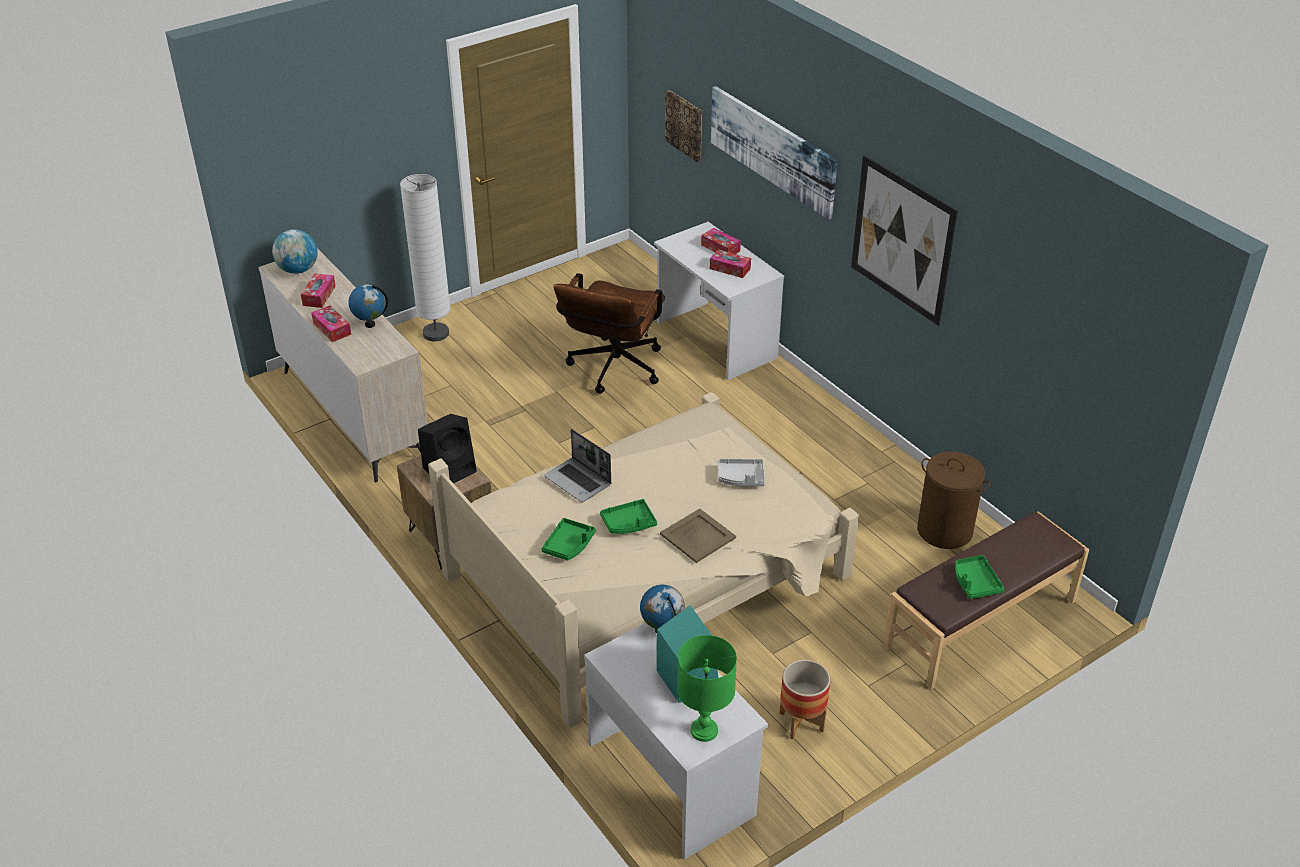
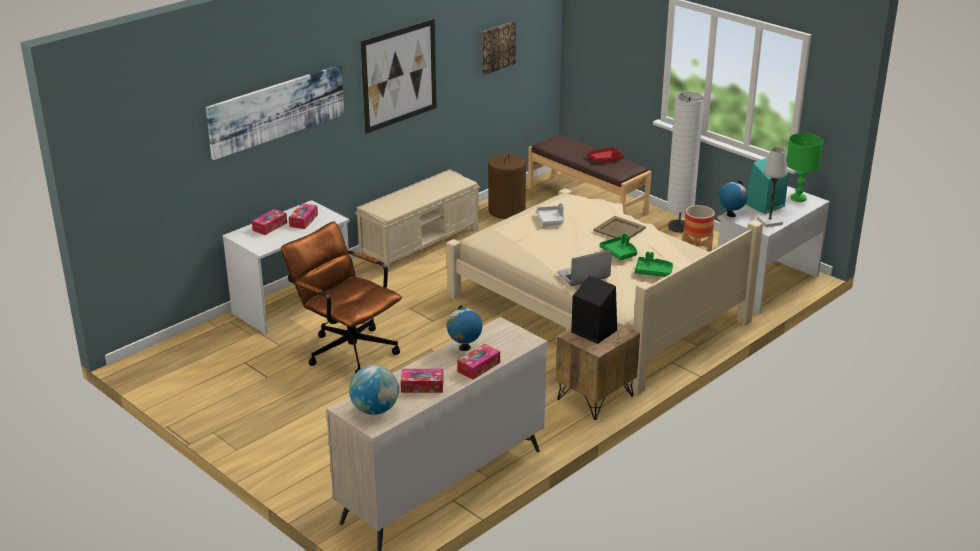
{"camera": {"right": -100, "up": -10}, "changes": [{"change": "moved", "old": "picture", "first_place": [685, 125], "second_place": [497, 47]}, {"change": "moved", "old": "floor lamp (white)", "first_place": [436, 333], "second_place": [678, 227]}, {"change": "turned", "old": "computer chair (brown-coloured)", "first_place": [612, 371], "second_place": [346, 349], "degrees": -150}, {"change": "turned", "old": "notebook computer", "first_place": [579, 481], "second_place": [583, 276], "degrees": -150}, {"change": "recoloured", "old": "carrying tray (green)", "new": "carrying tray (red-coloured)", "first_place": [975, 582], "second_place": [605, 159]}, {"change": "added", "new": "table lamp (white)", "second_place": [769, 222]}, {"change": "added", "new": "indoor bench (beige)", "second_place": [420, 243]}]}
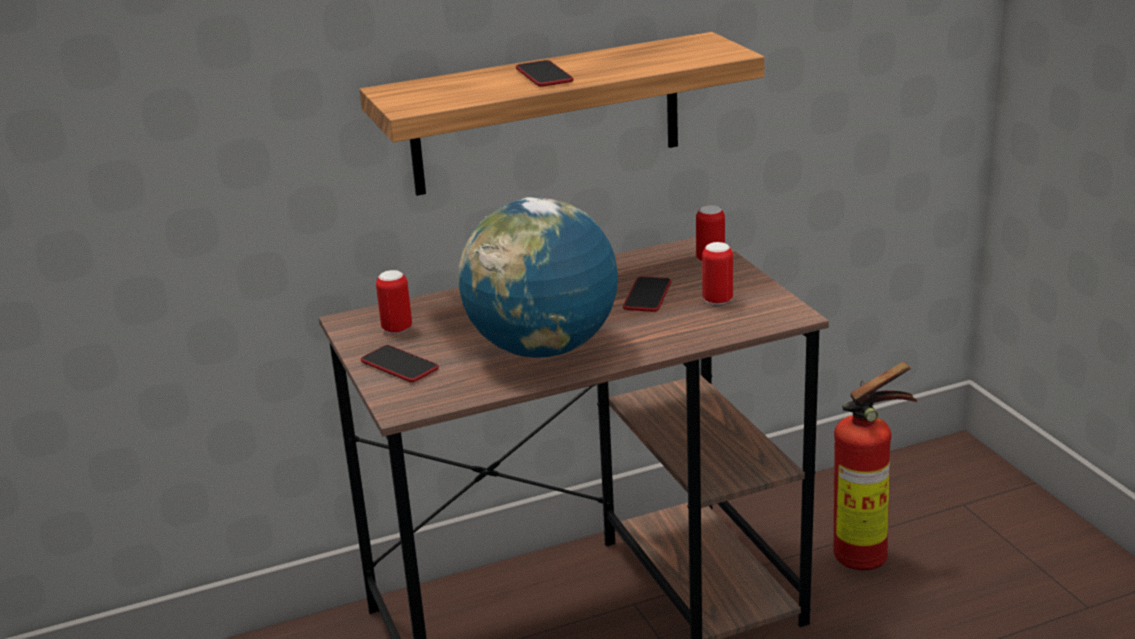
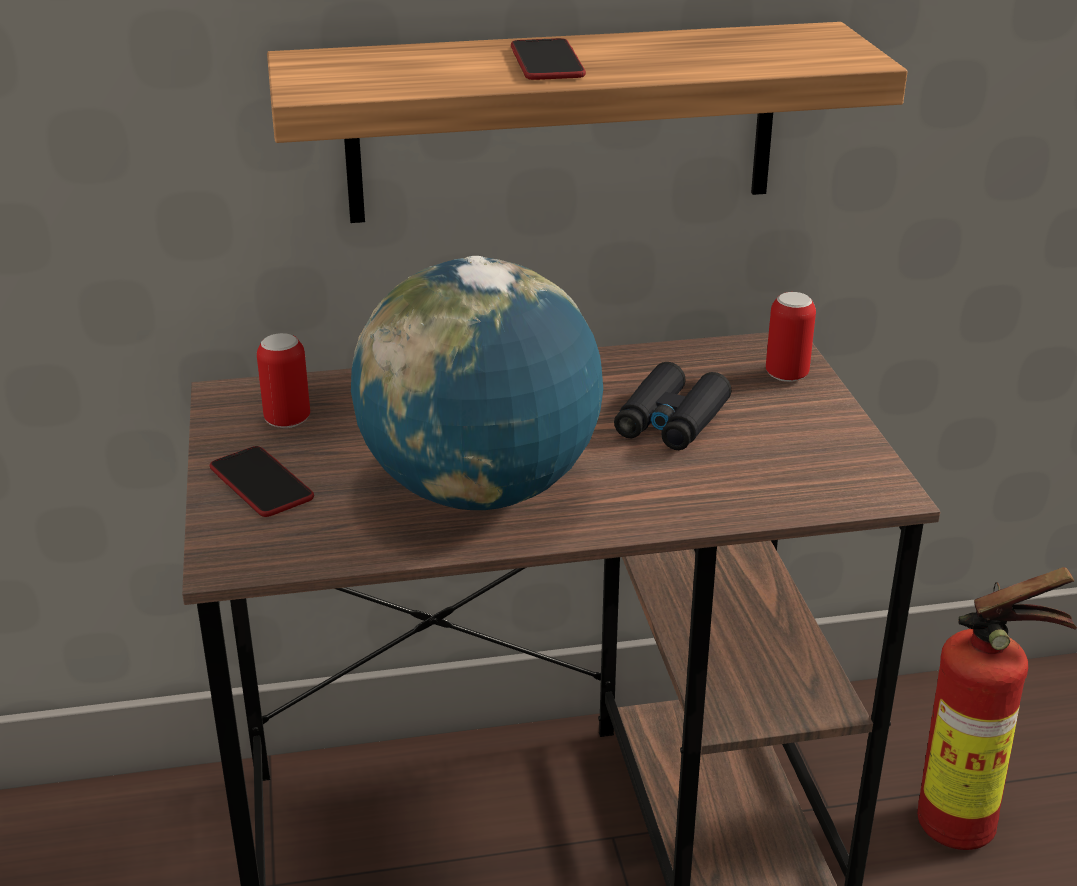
{"camera": {"right": 10, "up": 5}, "changes": [{"change": "removed", "old": "sealed can", "first_place": [717, 300]}, {"change": "replaced", "old": "phone", "new": "binoculars (black-coloured)", "first_place": [647, 296], "second_place": [671, 421]}]}
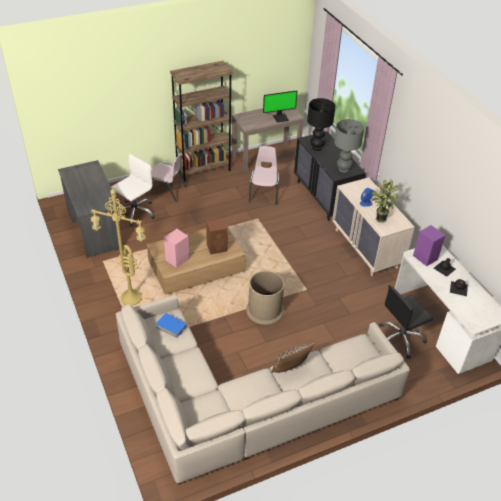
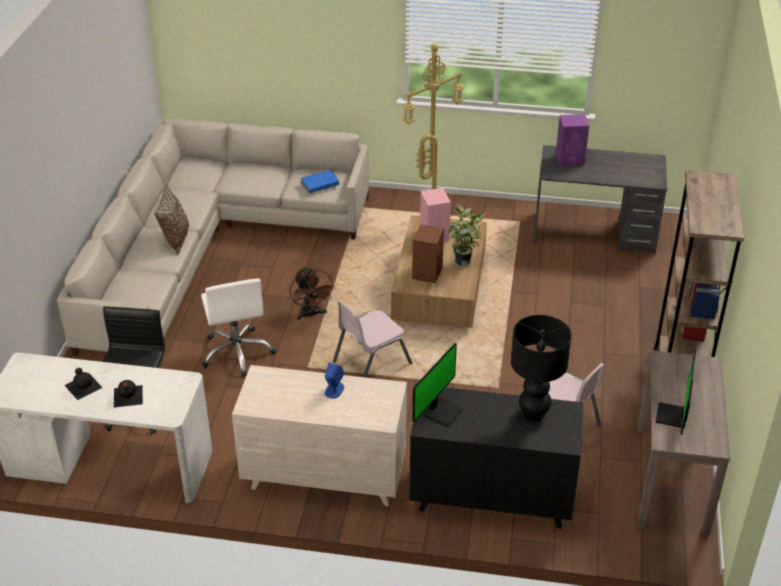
{"camera": {"right": 125, "up": -5}, "changes": [{"change": "replaced", "old": "table lamp (greyish)", "new": "computer screen", "first_place": [343, 169], "second_place": [441, 411]}, {"change": "moved", "old": "chair (pinkish)", "first_place": [166, 190], "second_place": [371, 362]}, {"change": "moved", "old": "computer chair (white)", "first_place": [135, 212], "second_place": [237, 352]}, {"change": "moved", "old": "houseplant", "first_place": [379, 218], "second_place": [464, 262]}, {"change": "moved", "old": "audio speaker (purple)", "first_place": [424, 257], "second_place": [570, 159]}, {"change": "replaced", "old": "waste bin (brown-coloured)", "new": "cooling fan (brown-coloured)", "first_place": [264, 310], "second_place": [311, 314]}]}
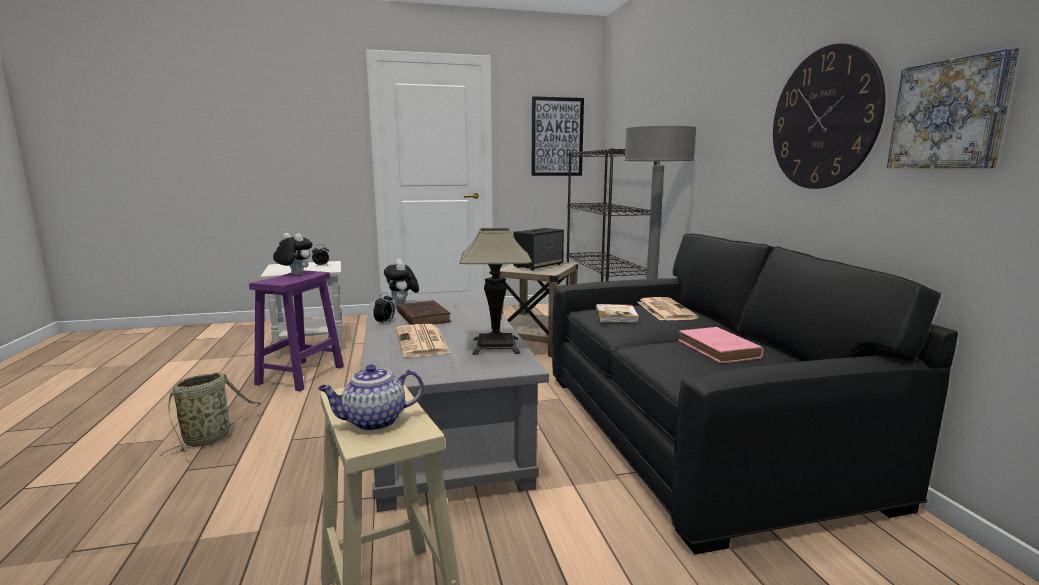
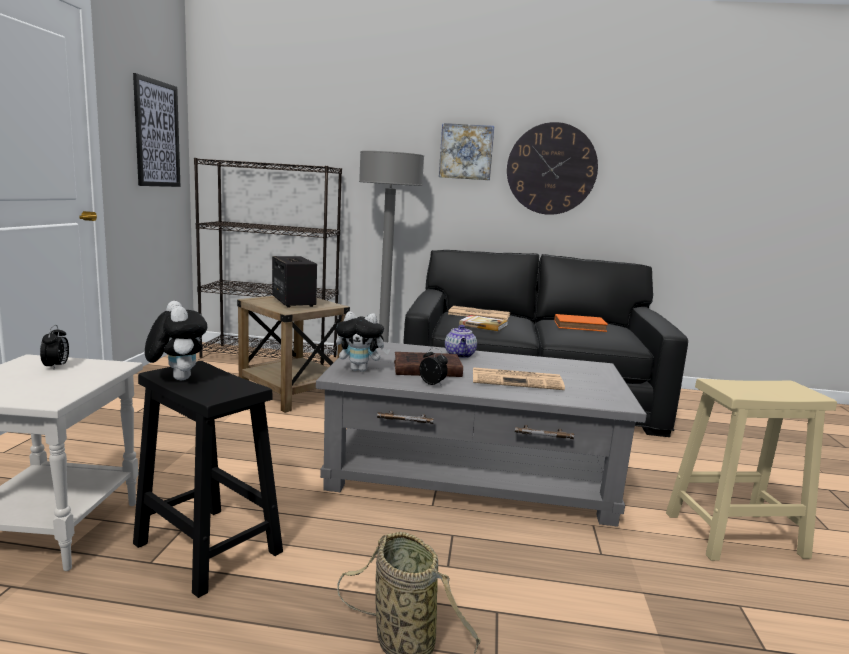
{"camera": {"right": -70, "up": 0}, "changes": [{"change": "moved", "old": "picture", "first_place": [950, 115], "second_place": [466, 152]}, {"change": "removed", "old": "table lamp", "first_place": [496, 346]}, {"change": "turned", "old": "plush toy", "first_place": [294, 274], "second_place": [177, 378], "degrees": 105}, {"change": "recoloured", "old": "stool seat (purple)", "new": "stool seat (black-coloured)", "first_place": [301, 374], "second_place": [206, 547]}, {"change": "recoloured", "old": "bound book (pinkish)", "new": "bound book (orange-coloured)", "first_place": [719, 350], "second_place": [581, 326]}, {"change": "moved", "old": "tea pot", "first_place": [373, 422], "second_place": [460, 355]}]}
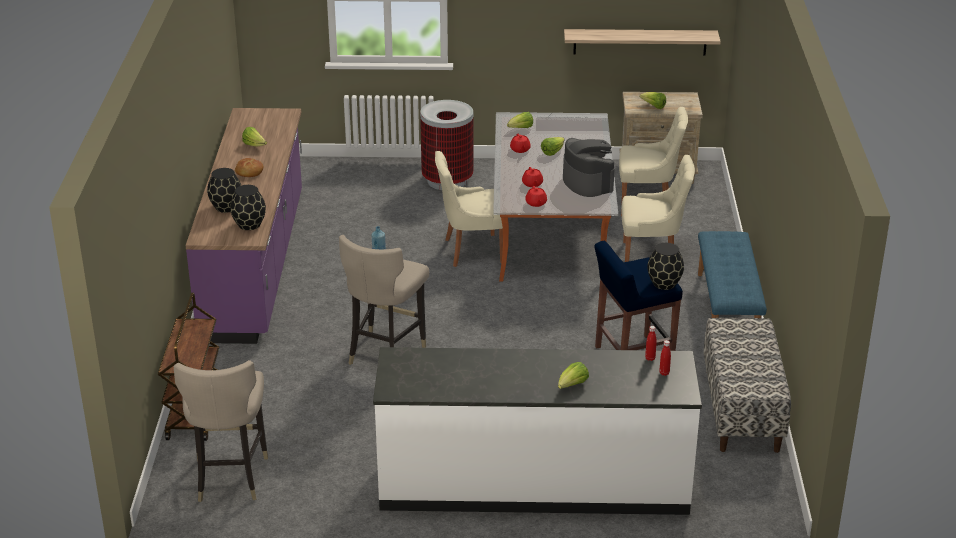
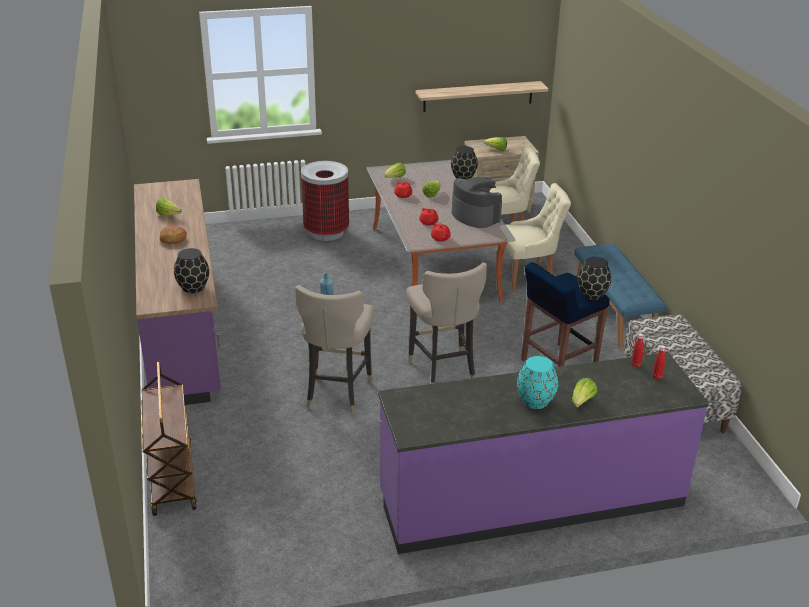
{"camera": {"right": -15, "up": 0}, "changes": [{"change": "removed", "old": "chair (beige)", "first_place": [471, 250]}, {"change": "moved", "old": "vase (black-coloured)", "first_place": [226, 207], "second_place": [463, 177]}, {"change": "recoloured", "old": "counter (white)", "new": "counter (purple)", "first_place": [534, 484], "second_place": [531, 500]}, {"change": "moved", "old": "stool seat (beige)", "first_place": [229, 477], "second_place": [443, 370]}, {"change": "added", "new": "vase (blue-green)", "second_place": [536, 401]}]}
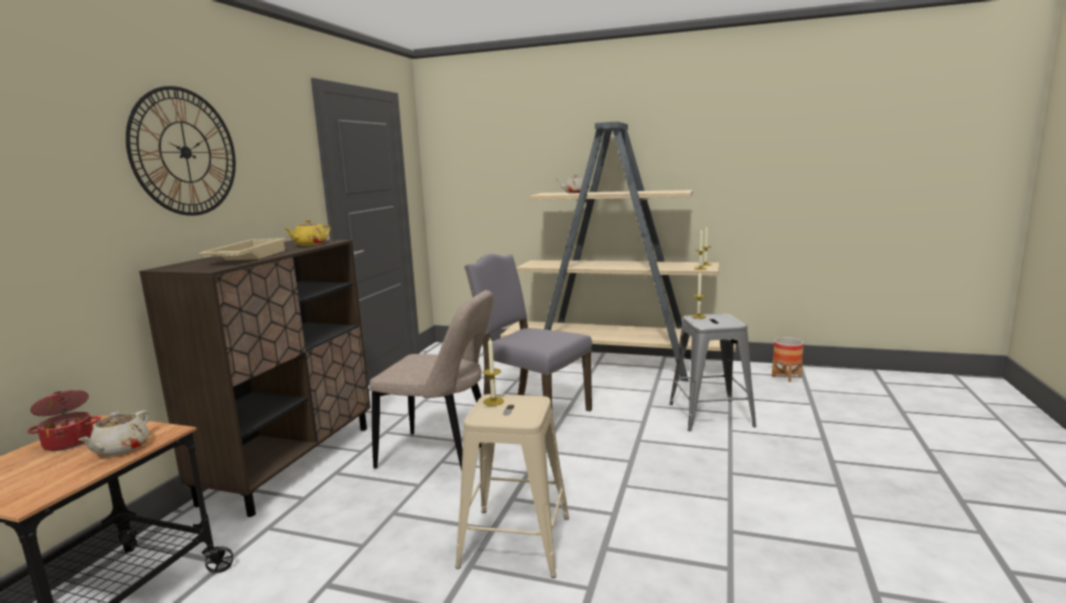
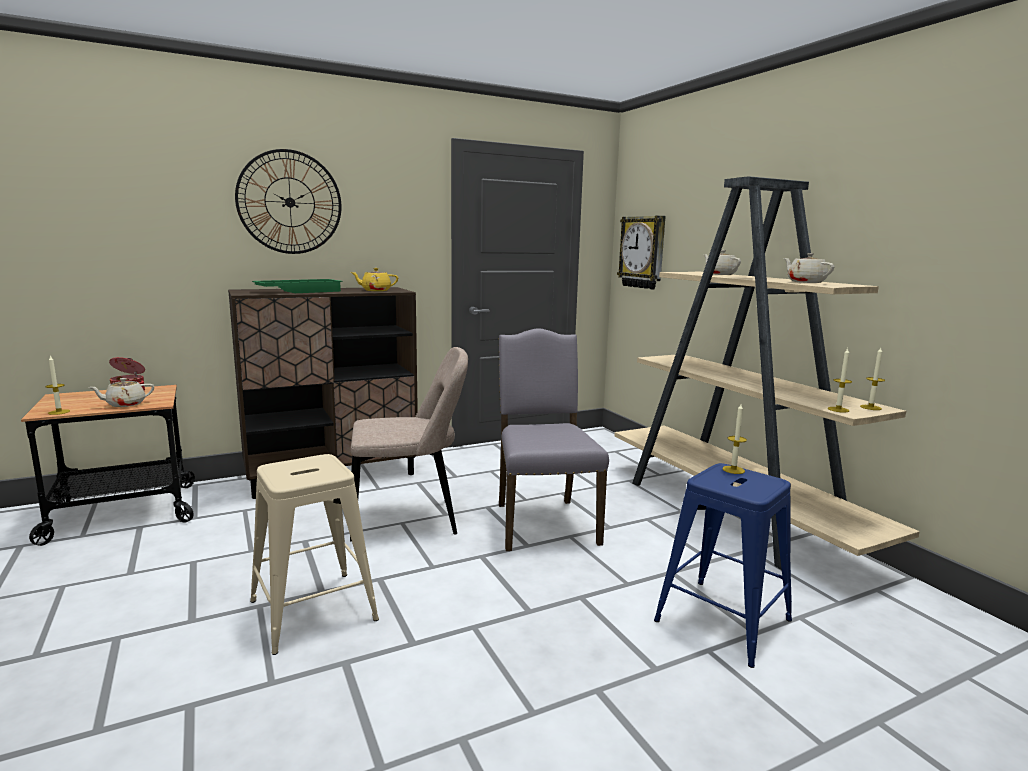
{"camera": {"right": 45, "up": 0}, "changes": [{"change": "recoloured", "old": "carrying tray (beige)", "new": "carrying tray (green)", "first_place": [246, 257], "second_place": [299, 291]}, {"change": "turned", "old": "chair (beige)", "first_place": [442, 457], "second_place": [409, 520], "degrees": -75}, {"change": "recoloured", "old": "stool seat (greyish)", "new": "stool seat (blue-coloured)", "first_place": [710, 415], "second_place": [722, 620]}, {"change": "removed", "old": "plant pot", "first_place": [786, 377]}, {"change": "moved", "old": "wax light", "first_place": [493, 401], "second_place": [59, 412]}, {"change": "added", "new": "wall clock", "second_place": [643, 252]}, {"change": "added", "new": "tea pot (beige)", "second_place": [805, 282]}]}
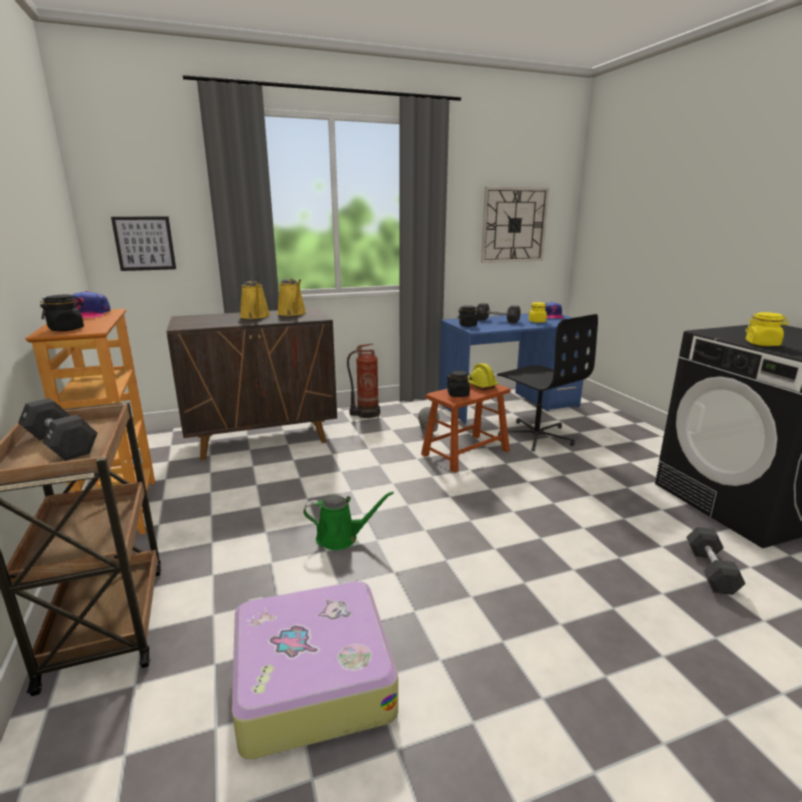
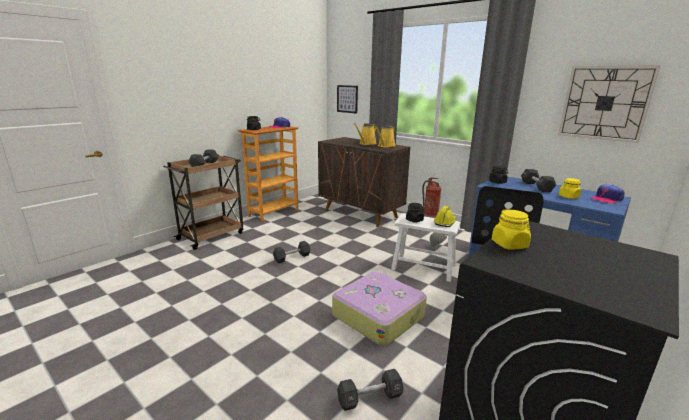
{"camera": {"right": 60, "up": 0}, "changes": [{"change": "recoloured", "old": "stool seat (brown-coloured)", "new": "stool seat (white)", "first_place": [465, 452], "second_place": [423, 267]}, {"change": "replaced", "old": "sprinkling can (green)", "new": "dumbbell (black-coloured)", "first_place": [341, 538], "second_place": [292, 257]}, {"change": "moved", "old": "travel case", "first_place": [312, 677], "second_place": [378, 315]}]}
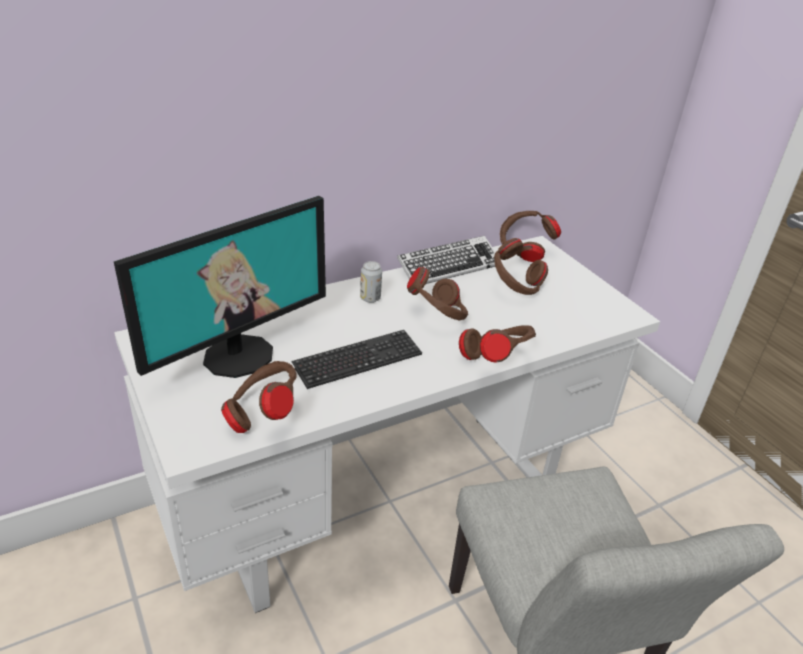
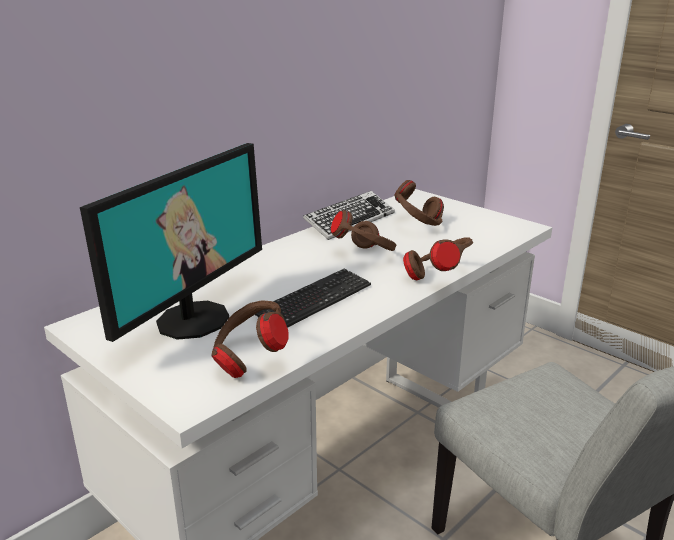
{"camera": {"right": -15, "up": -10}, "changes": [{"change": "removed", "old": "headphones (brown-coloured)", "first_place": [524, 251]}, {"change": "removed", "old": "sealed can", "first_place": [370, 298]}]}
